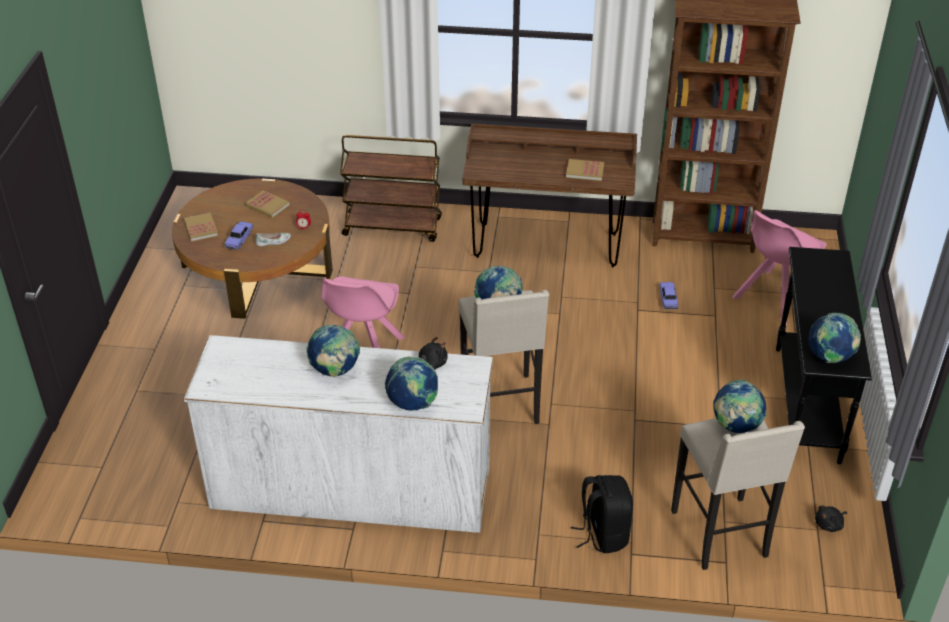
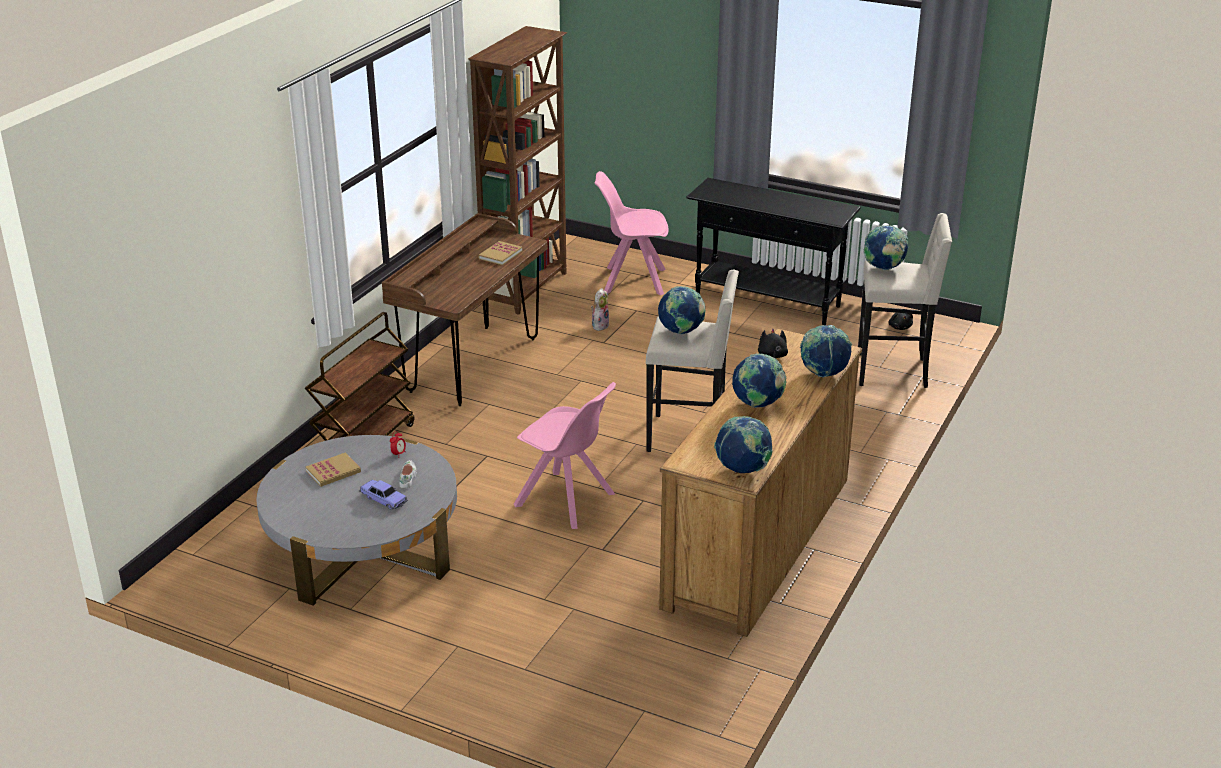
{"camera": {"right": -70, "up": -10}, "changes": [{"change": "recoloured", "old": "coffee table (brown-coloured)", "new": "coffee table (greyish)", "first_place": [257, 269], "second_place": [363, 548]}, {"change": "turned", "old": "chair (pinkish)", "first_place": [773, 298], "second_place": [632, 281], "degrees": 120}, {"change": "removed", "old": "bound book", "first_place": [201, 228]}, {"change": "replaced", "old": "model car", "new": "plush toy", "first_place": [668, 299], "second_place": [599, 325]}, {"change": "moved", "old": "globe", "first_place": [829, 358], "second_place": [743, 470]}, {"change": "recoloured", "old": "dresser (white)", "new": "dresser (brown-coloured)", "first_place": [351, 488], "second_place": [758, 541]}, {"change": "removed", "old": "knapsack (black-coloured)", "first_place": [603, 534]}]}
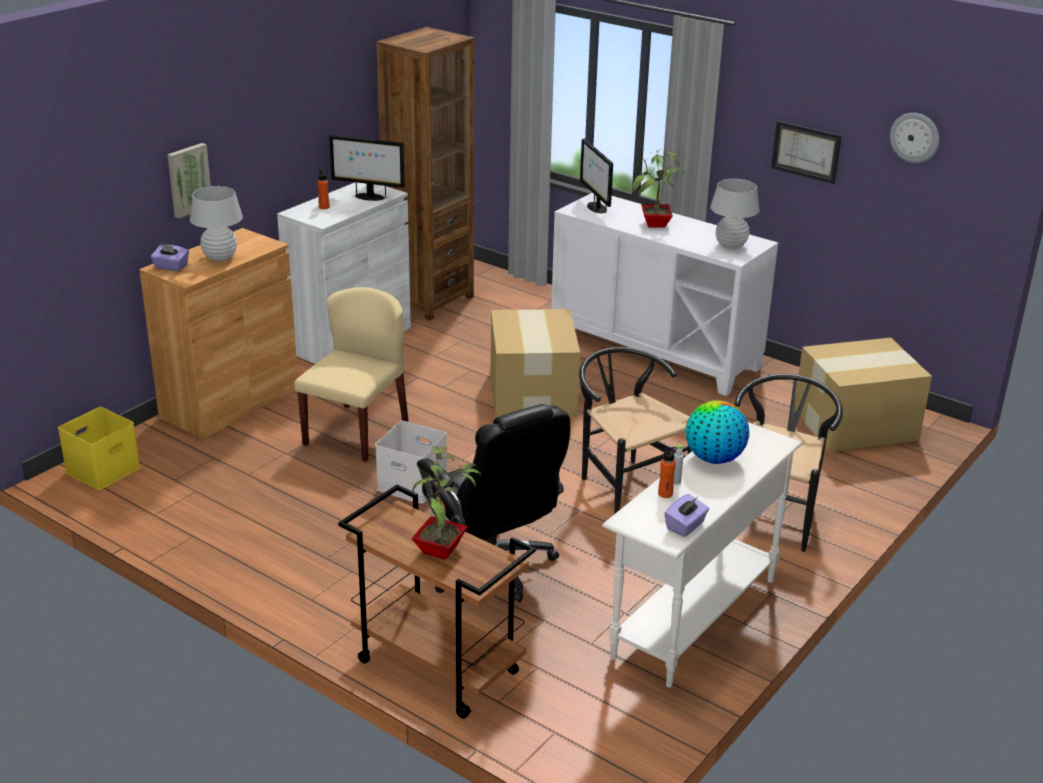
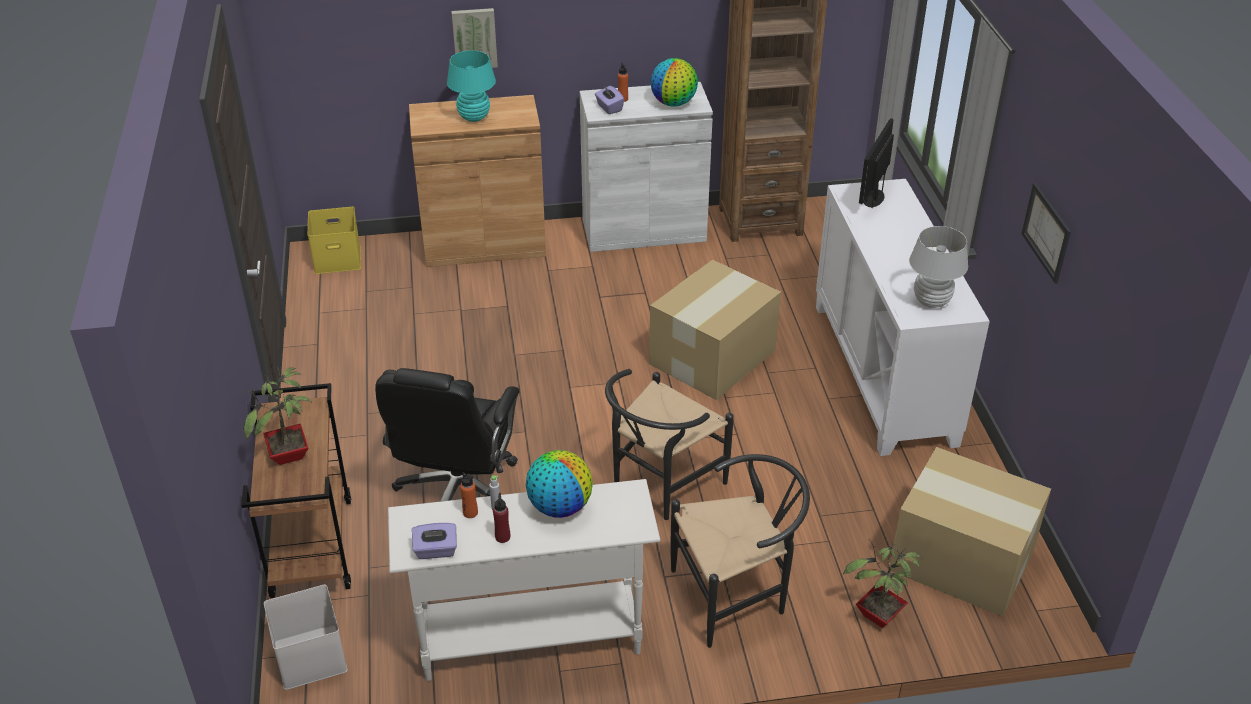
{"camera": {"right": 45, "up": 10}, "changes": [{"change": "removed", "old": "wall clock", "first_place": [915, 137]}, {"change": "replaced", "old": "computer screen", "new": "globe", "first_place": [369, 197], "second_place": [673, 103]}, {"change": "moved", "old": "houseplant", "first_place": [655, 225], "second_place": [878, 617]}, {"change": "recoloured", "old": "table lamp (white)", "new": "table lamp (blue-green)", "first_place": [220, 257], "second_place": [474, 117]}, {"change": "moved", "old": "tissue box (purple)", "first_place": [171, 267], "second_place": [609, 108]}, {"change": "removed", "old": "chair (beige)", "first_place": [356, 432]}, {"change": "turned", "old": "chair (black-coloured)", "first_place": [625, 483], "second_place": [660, 486], "degrees": -150}, {"change": "moved", "old": "storage container (white)", "first_place": [410, 484], "second_place": [308, 656]}, {"change": "added", "new": "bottle (red-coloured)", "second_place": [502, 537]}]}
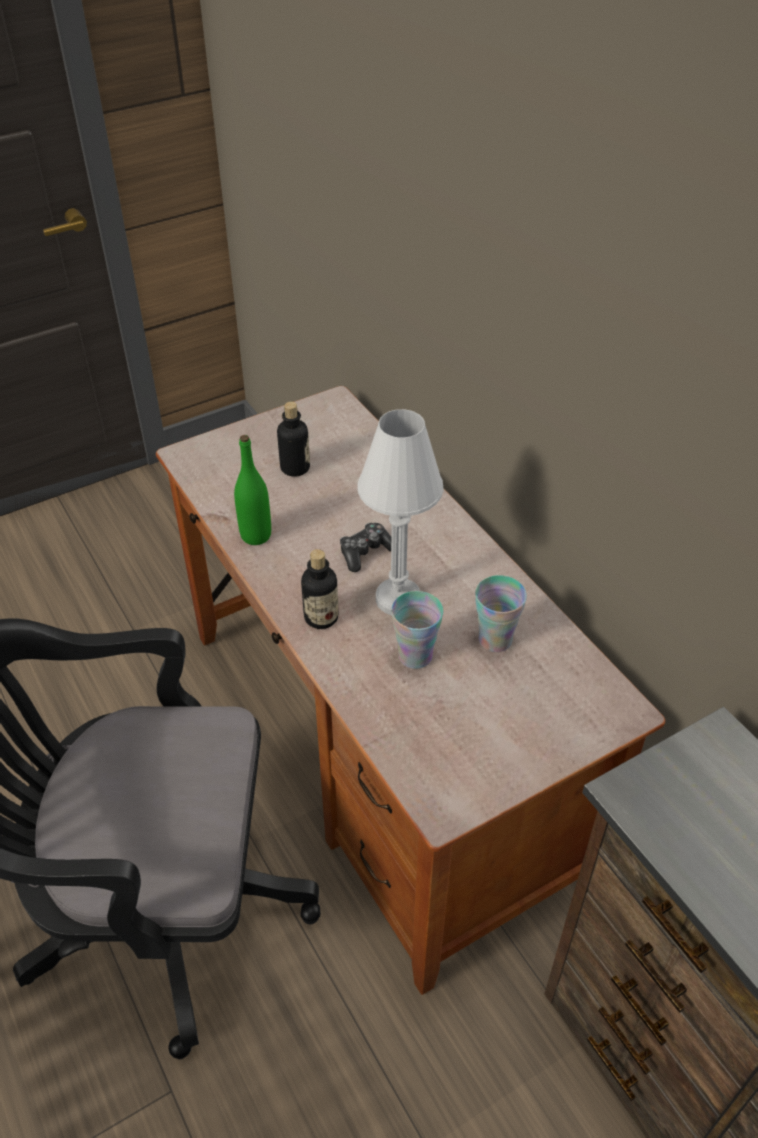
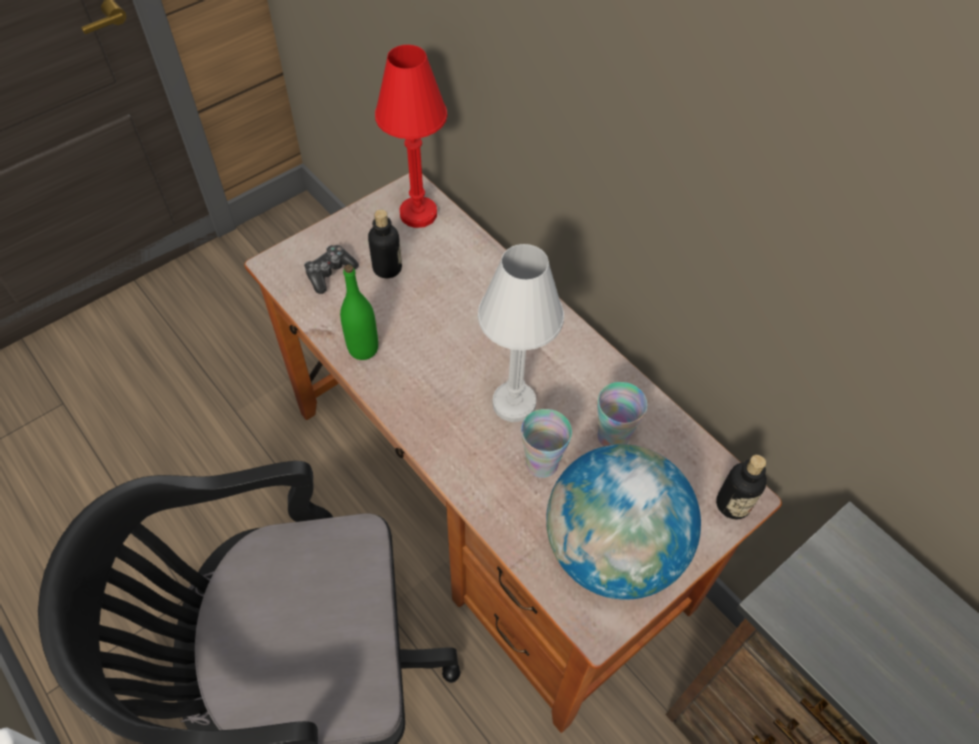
{"camera": {"right": -10, "up": 10}, "changes": [{"change": "moved", "old": "game controller", "first_place": [365, 552], "second_place": [330, 273]}, {"change": "moved", "old": "bottle", "first_place": [321, 617], "second_place": [733, 504]}, {"change": "added", "new": "table lamp (red-coloured)", "second_place": [418, 214]}, {"change": "added", "new": "globe", "second_place": [611, 550]}]}
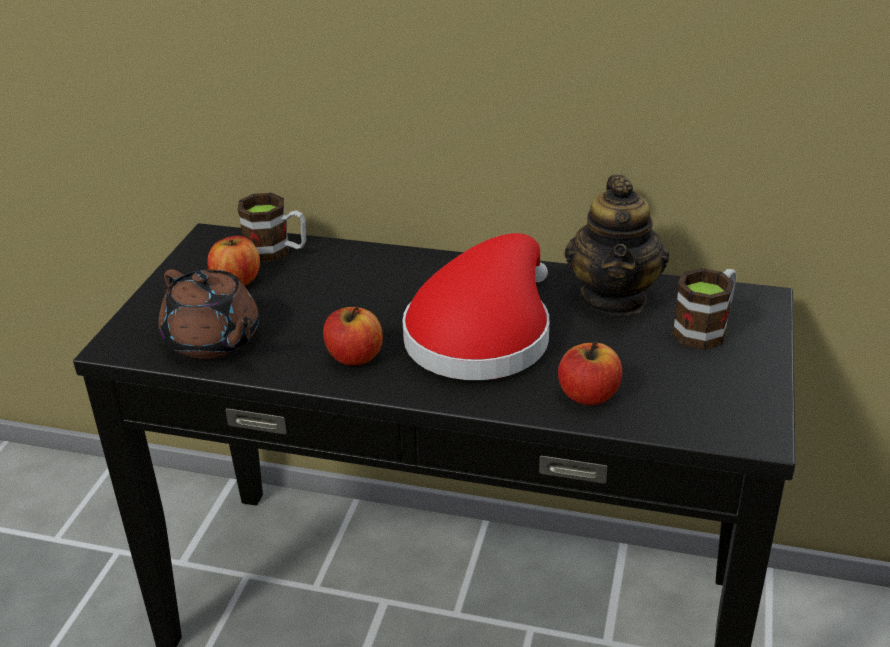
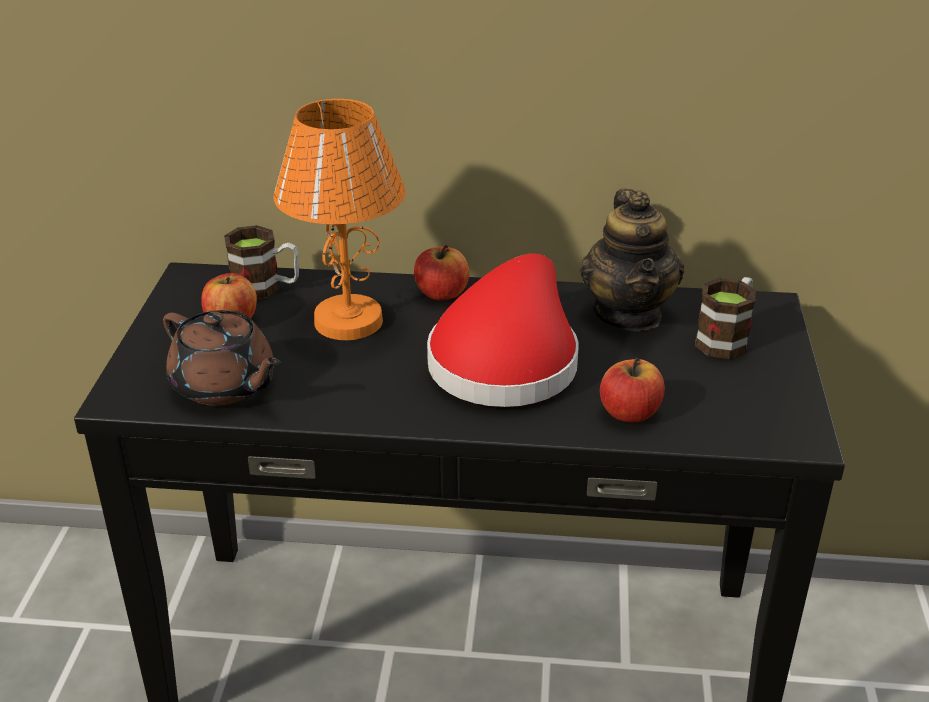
{"camera": {"right": -10, "up": 0}, "changes": [{"change": "moved", "old": "apple", "first_place": [354, 357], "second_place": [441, 293]}, {"change": "added", "new": "table lamp (orange-coloured)", "second_place": [349, 321]}]}
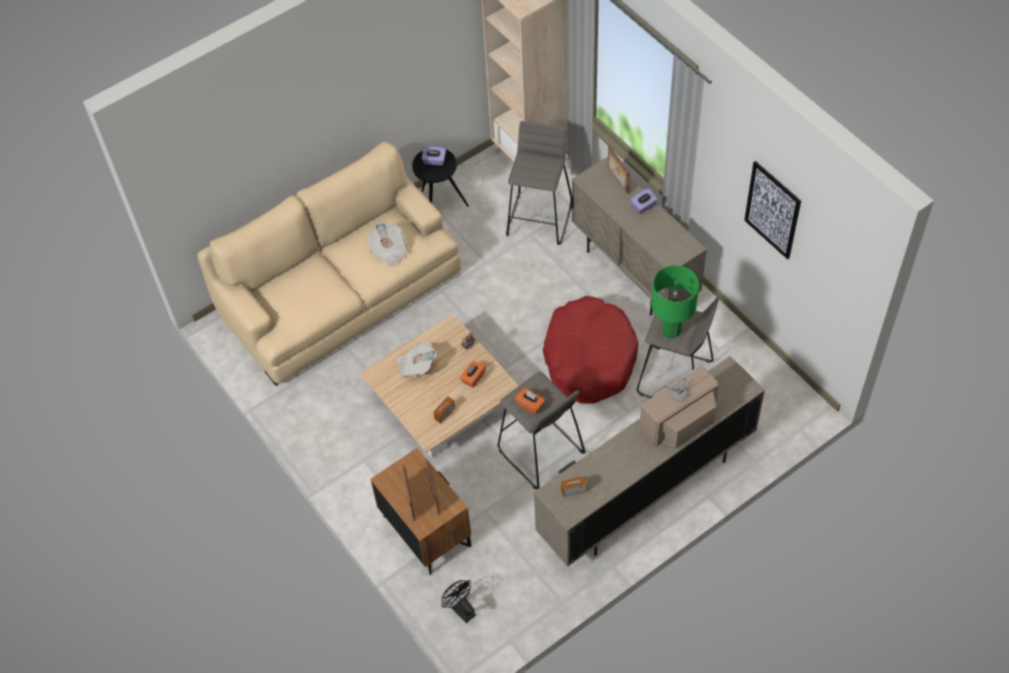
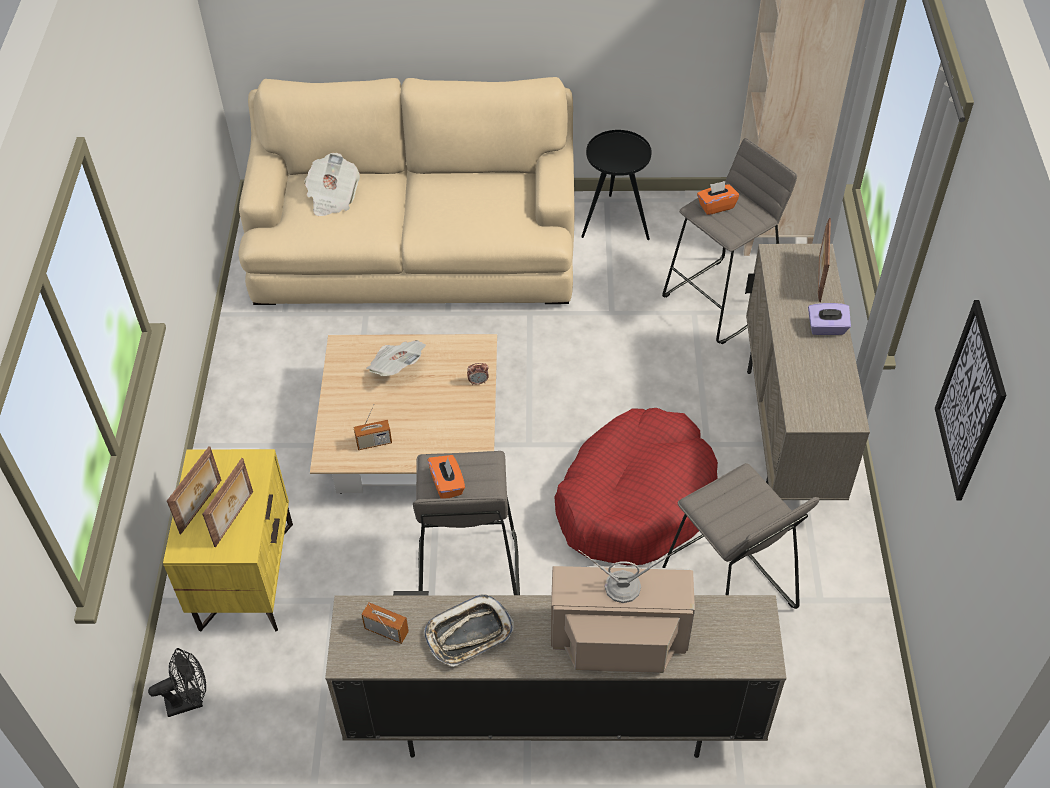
{"camera": {"right": 35, "up": -5}, "changes": [{"change": "removed", "old": "tissue box (purple)", "first_place": [434, 161]}, {"change": "moved", "old": "daily paper", "first_place": [389, 251], "second_place": [332, 197]}, {"change": "removed", "old": "table lamp (green)", "first_place": [671, 330]}, {"change": "moved", "old": "tissue box (orange-coloured)", "first_place": [473, 378], "second_place": [716, 206]}, {"change": "recoloured", "old": "bedside table (brown-coloured)", "new": "bedside table (yellow)", "first_place": [425, 531], "second_place": [245, 575]}, {"change": "turned", "old": "cooling fan (black-coloured)", "first_place": [460, 609], "second_place": [190, 700], "degrees": 75}, {"change": "added", "new": "carrying tray", "second_place": [469, 634]}]}
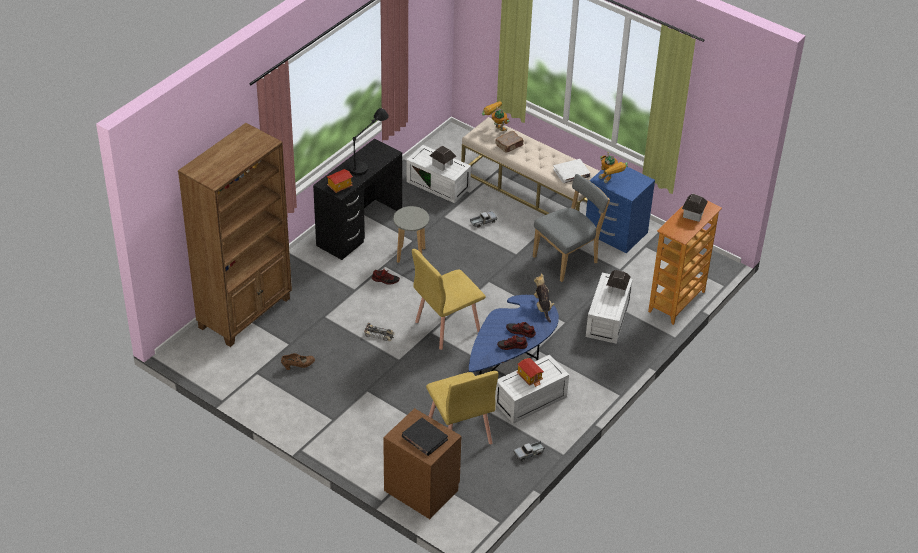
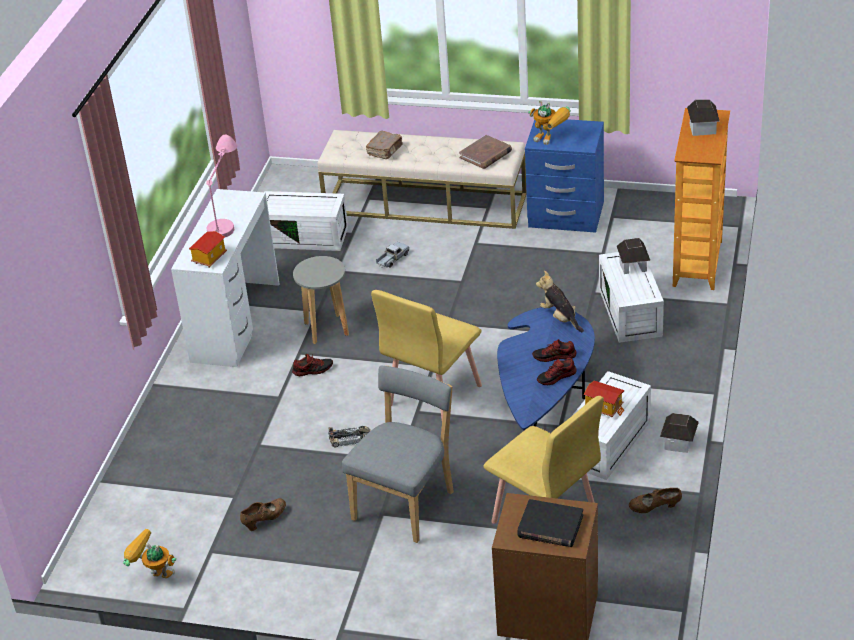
{"camera": {"right": -20, "up": -5}, "changes": [{"change": "moved", "old": "toy robot", "first_place": [495, 128], "second_place": [153, 576]}, {"change": "recoloured", "old": "table lamp (black-coloured)", "new": "table lamp (pinkish)", "first_place": [368, 160], "second_place": [226, 216]}, {"change": "removed", "old": "bookcase (brown-coloured)", "first_place": [246, 313]}, {"change": "recoloured", "old": "desk (black-coloured)", "new": "desk (white)", "first_place": [359, 228], "second_place": [235, 322]}, {"change": "moved", "old": "toy house", "first_place": [442, 164], "second_place": [678, 442]}, {"change": "recoloured", "old": "bound book (white)", "new": "bound book (brown-coloured)", "first_place": [571, 173], "second_place": [485, 154]}, {"change": "moved", "old": "chair (greyish)", "first_place": [568, 259], "second_place": [406, 503]}, {"change": "replaced", "old": "toy truck", "new": "item of footwear (brown-coloured)", "first_place": [529, 453], "second_place": [654, 508]}]}
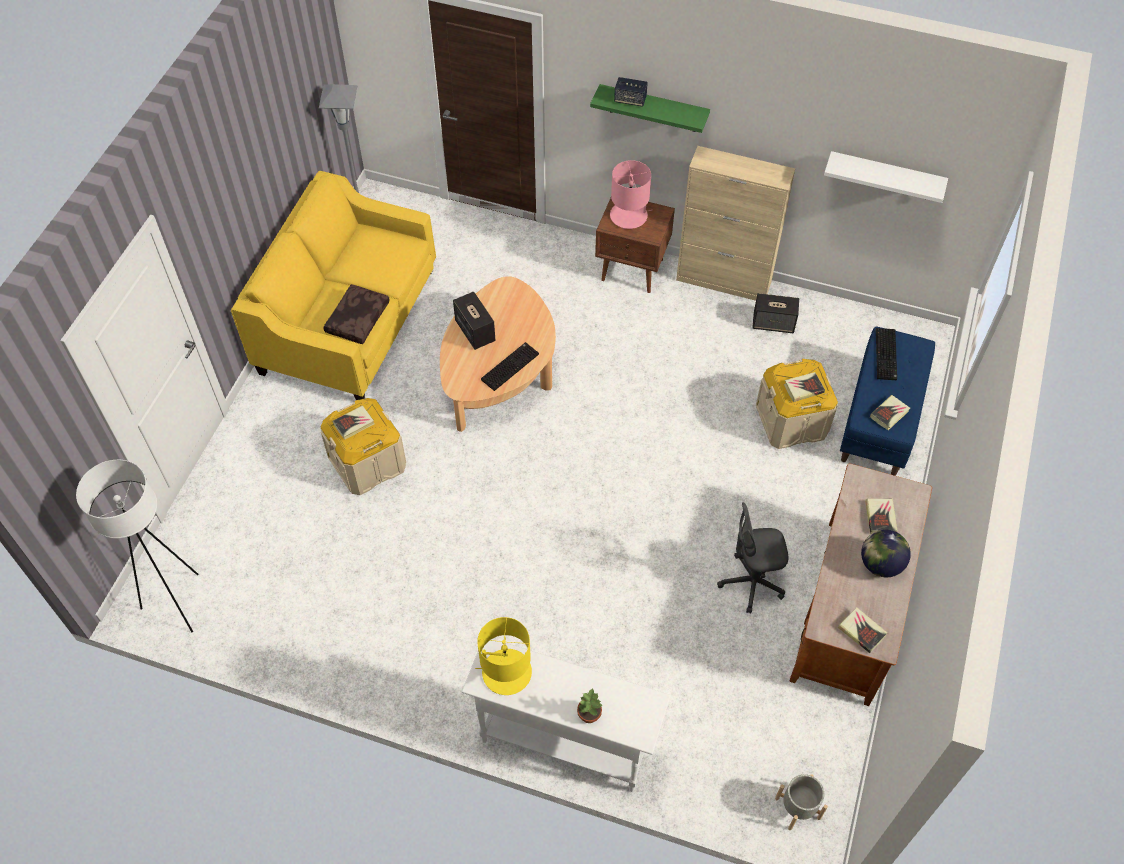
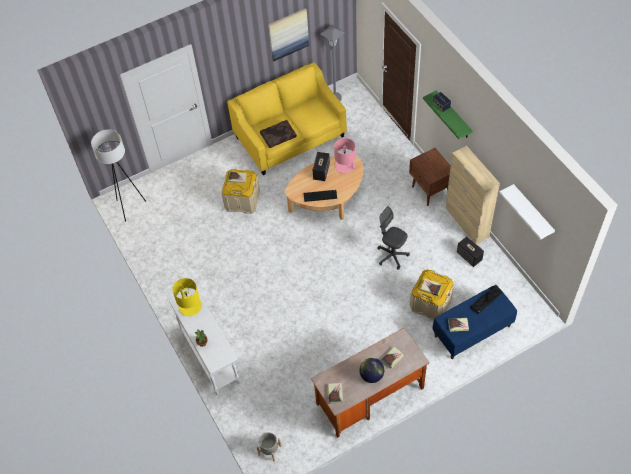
{"camera": {"right": 45, "up": 0}, "changes": [{"change": "moved", "old": "table lamp (pinkish)", "first_place": [629, 215], "second_place": [345, 166]}, {"change": "moved", "old": "computer chair (greyish)", "first_place": [751, 583], "second_place": [392, 256]}, {"change": "added", "new": "picture", "second_place": [288, 34]}]}
